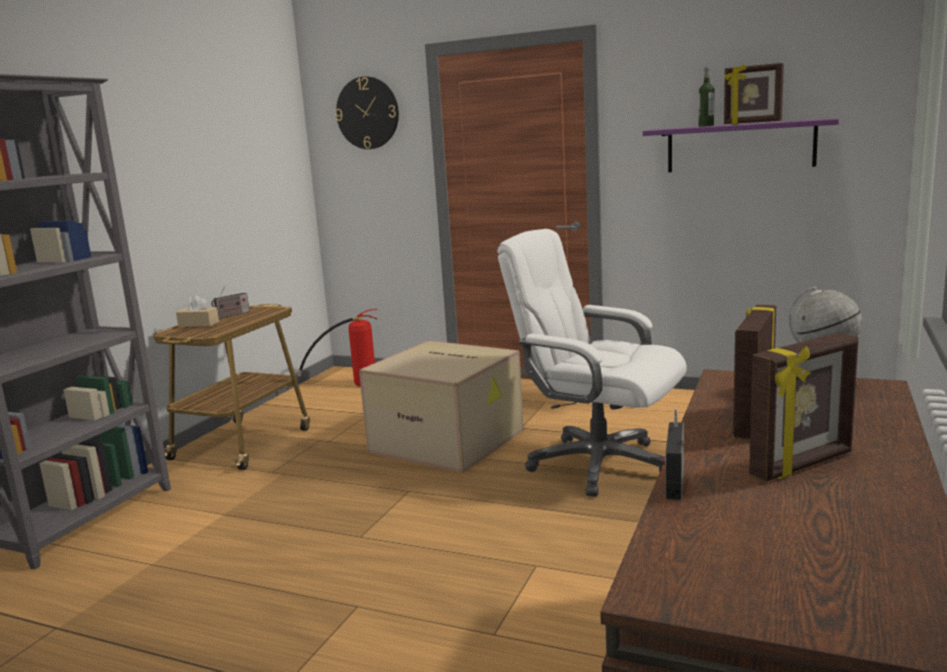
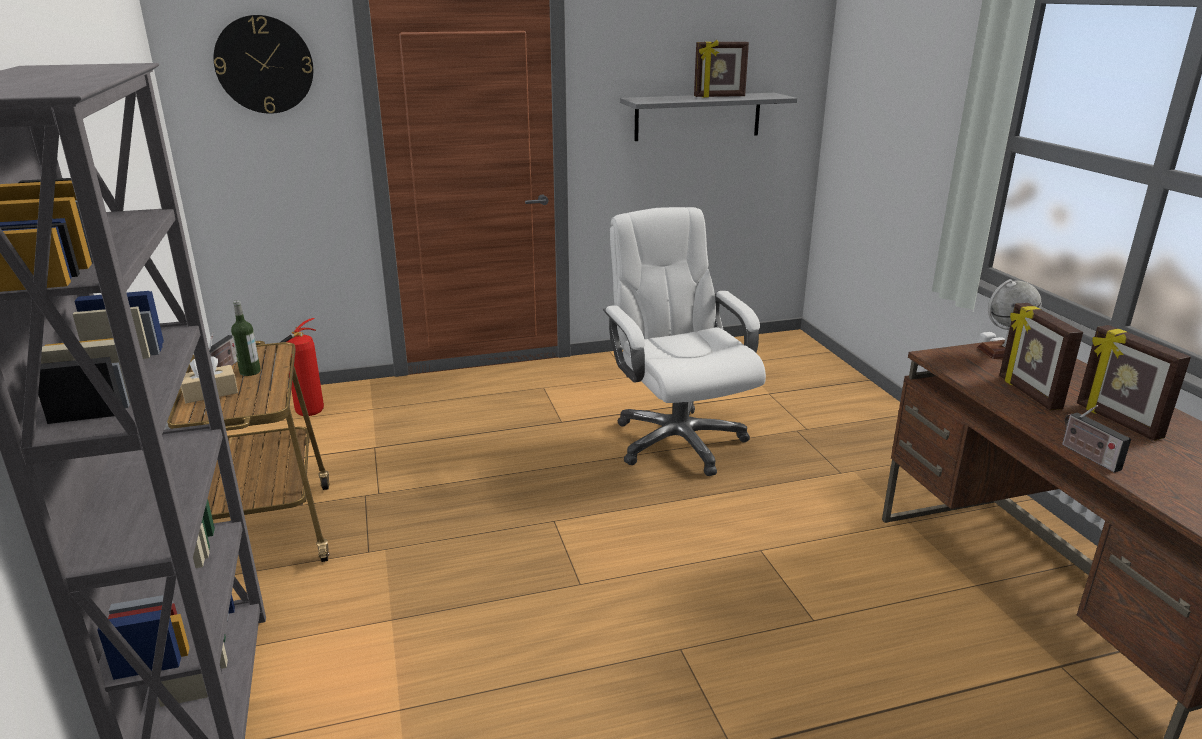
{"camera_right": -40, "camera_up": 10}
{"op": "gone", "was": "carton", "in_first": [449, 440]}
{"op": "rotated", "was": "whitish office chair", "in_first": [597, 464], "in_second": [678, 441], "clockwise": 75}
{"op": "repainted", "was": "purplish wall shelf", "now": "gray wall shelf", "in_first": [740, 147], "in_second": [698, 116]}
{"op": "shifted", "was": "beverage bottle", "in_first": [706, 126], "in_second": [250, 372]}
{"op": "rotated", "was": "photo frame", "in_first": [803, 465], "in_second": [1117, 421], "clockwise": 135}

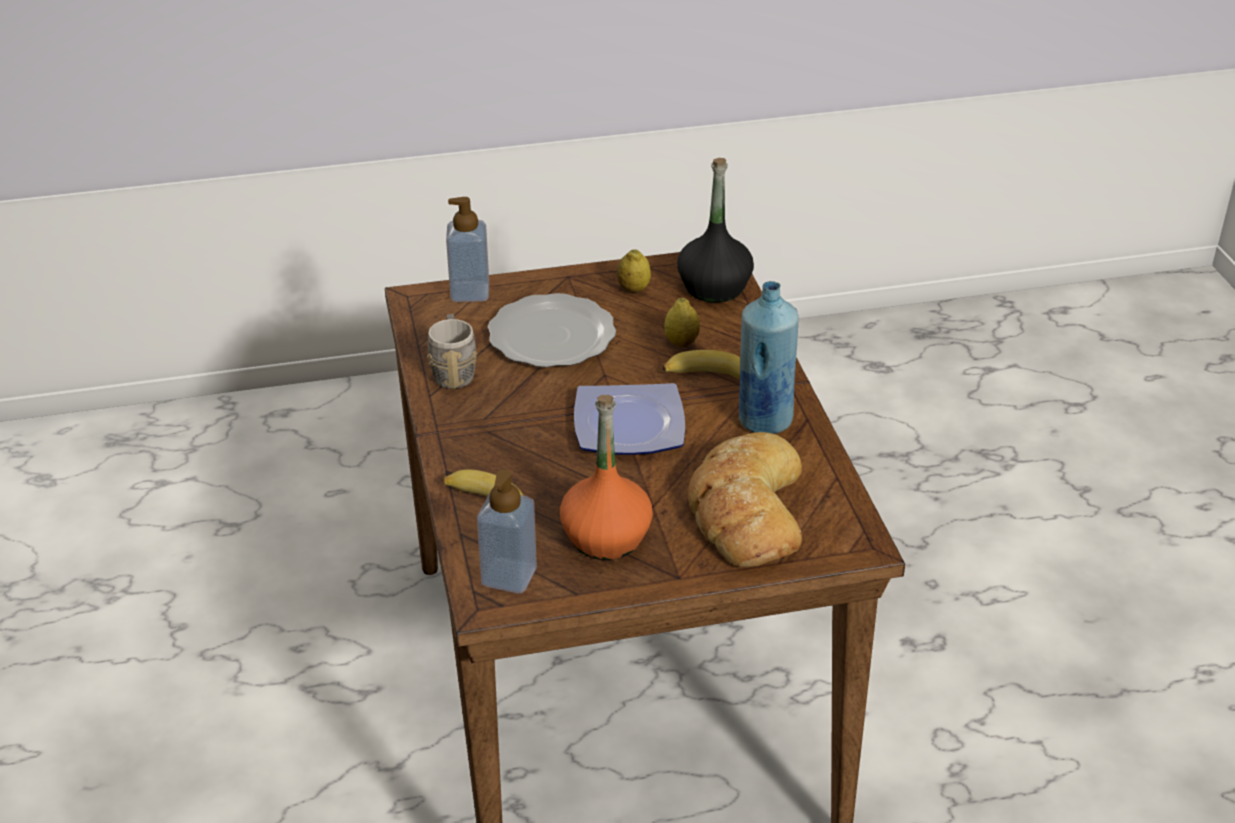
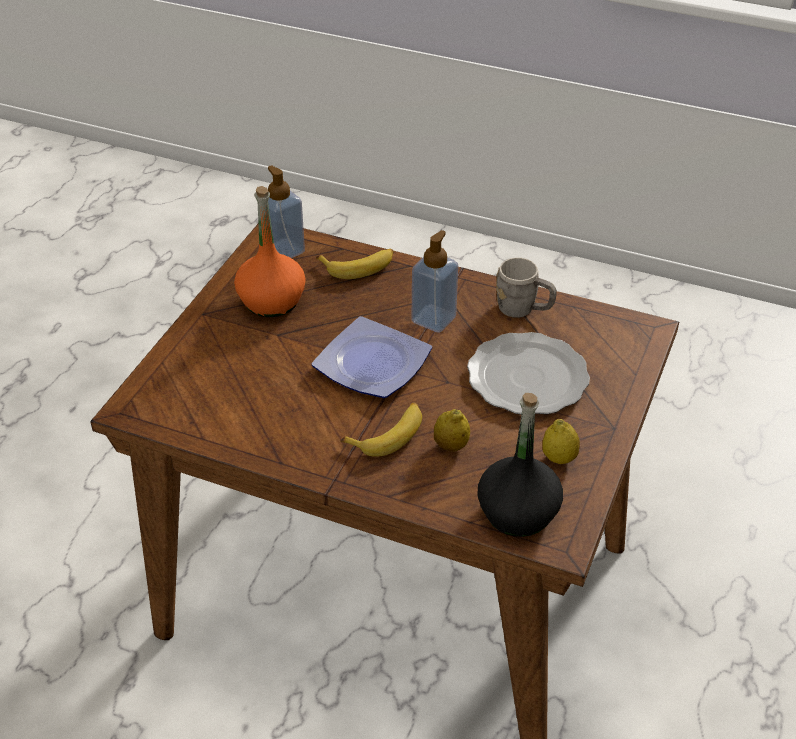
{"camera_right": 125, "camera_up": 5}
{"op": "shifted", "was": "soap dispenser", "in_first": [470, 292], "in_second": [433, 319]}
{"op": "gone", "was": "baked bread", "in_first": [746, 510]}
{"op": "gone", "was": "bluish beverage bottle", "in_first": [764, 420]}

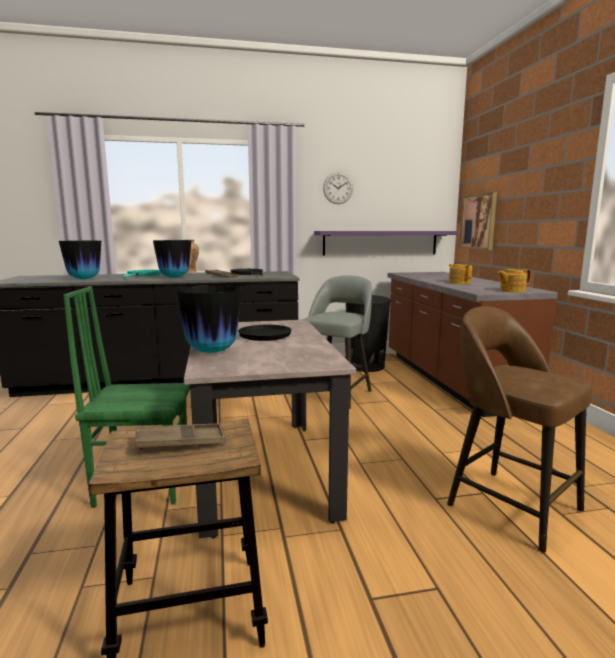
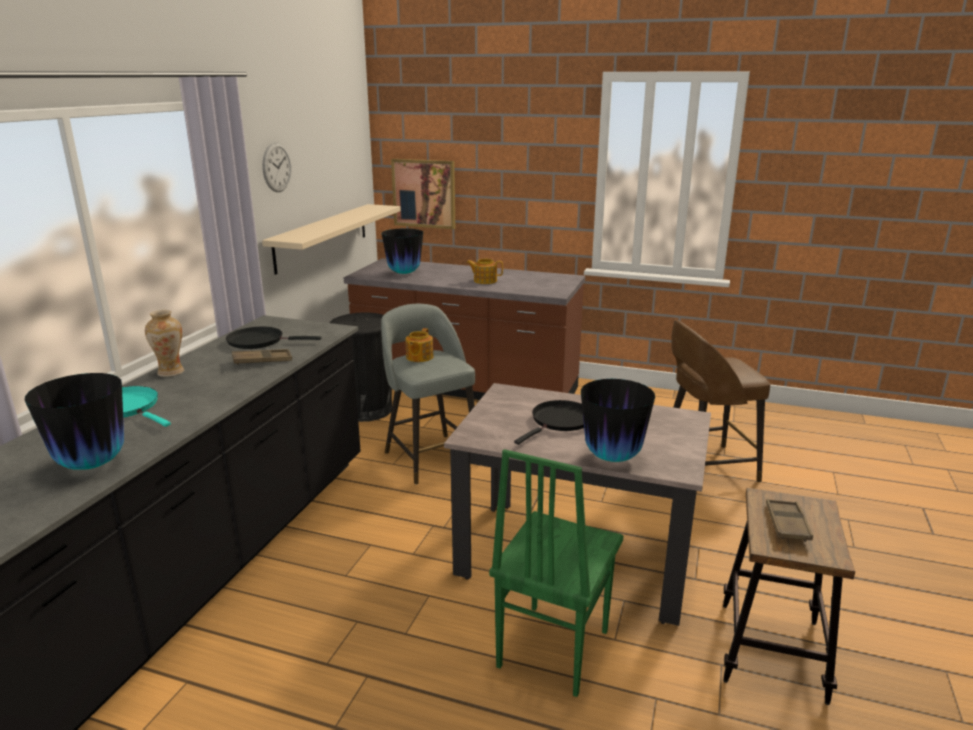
{"camera_right": -60, "camera_up": 10}
{"op": "shifted", "was": "decorative vase", "in_first": [174, 277], "in_second": [404, 273]}
{"op": "repainted", "was": "purplish wall shelf", "now": "sand-coloured wall shelf", "in_first": [380, 243], "in_second": [322, 237]}
{"op": "shifted", "was": "pot for tea", "in_first": [512, 291], "in_second": [419, 357]}

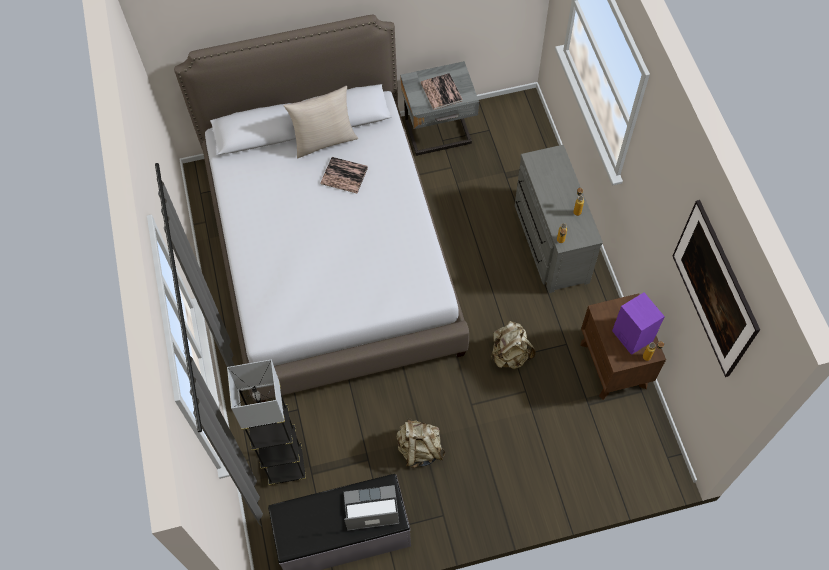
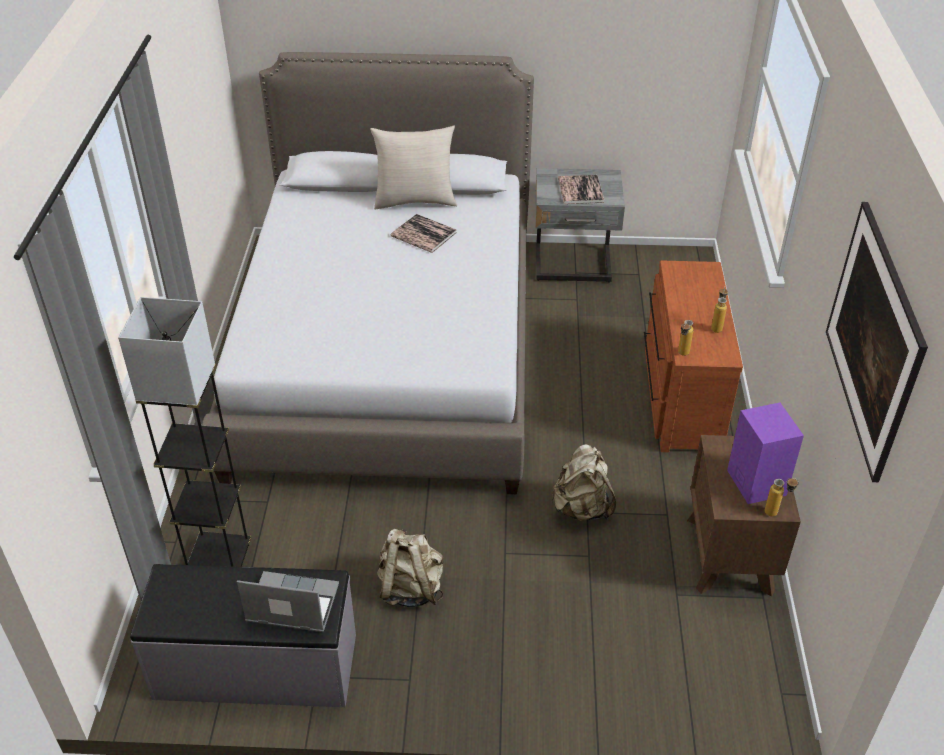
{"camera_right": 15, "camera_up": -20}
{"op": "repainted", "was": "gray dresser", "now": "brown-coloured dresser", "in_first": [548, 241], "in_second": [679, 397]}

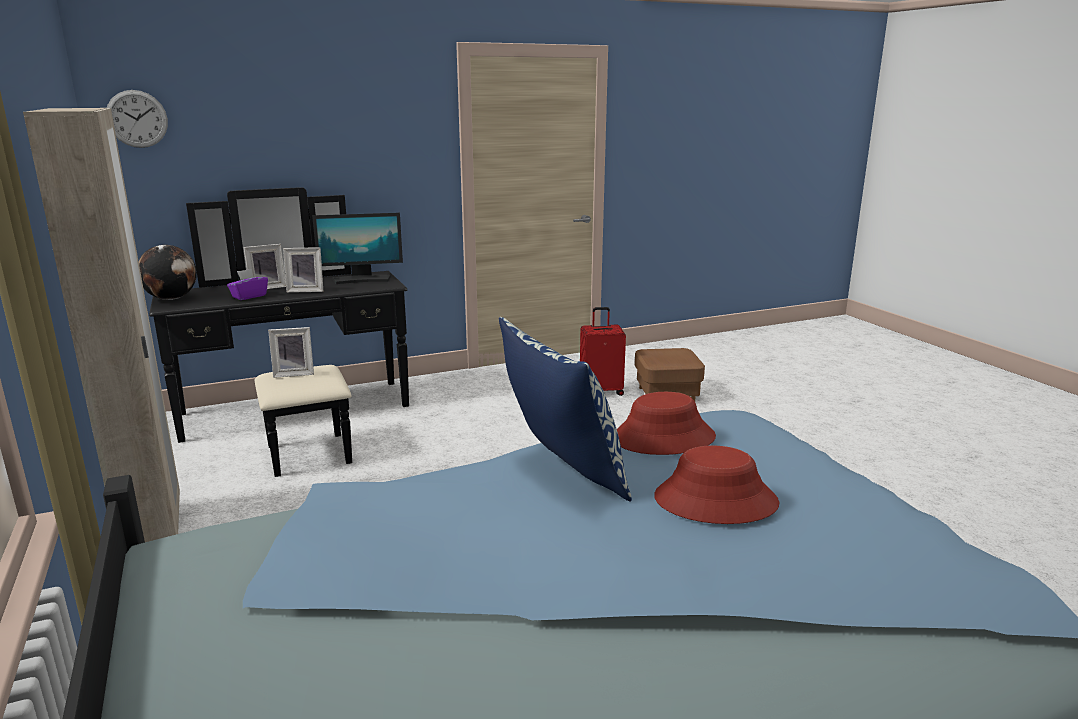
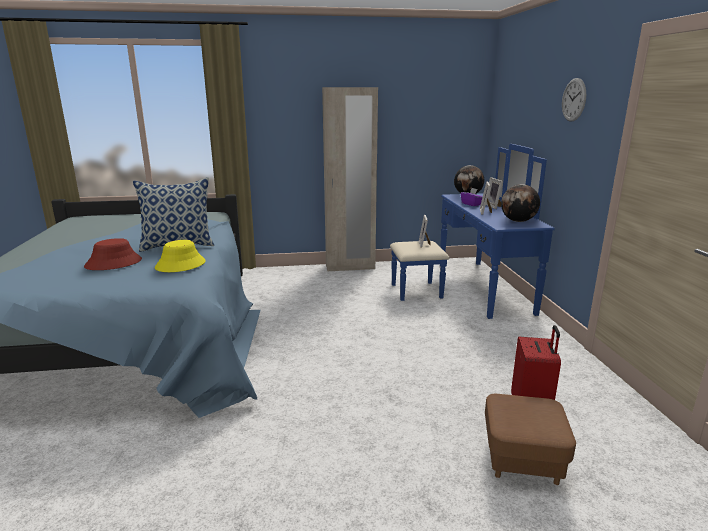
{"camera_right": 105, "camera_up": 0}
{"op": "shifted", "was": "hanging clock", "in_first": [137, 119], "in_second": [573, 100]}
{"op": "repainted", "was": "black dresser", "now": "bluish dresser", "in_first": [299, 419], "in_second": [468, 288]}
{"op": "swapped", "was": "monitor", "now": "globe", "in_first": [362, 279], "in_second": [518, 221]}
{"op": "repainted", "was": "reddish hat", "now": "yellowish hat", "in_first": [663, 438], "in_second": [180, 265]}

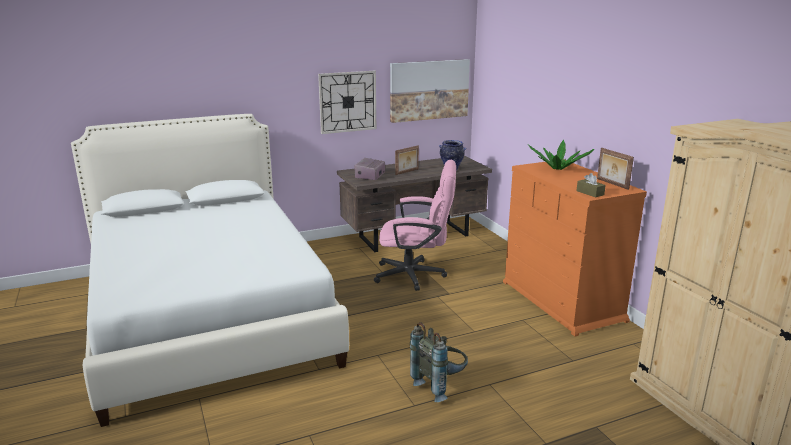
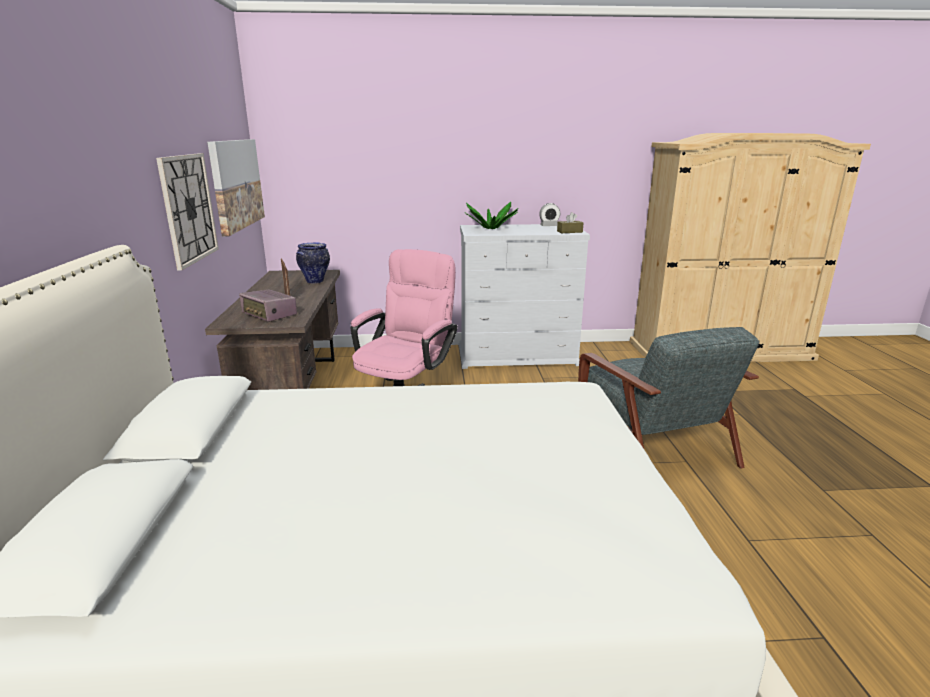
{"camera_right": -70, "camera_up": 0}
{"op": "swapped", "was": "gray rucksack", "now": "gray armchair", "in_first": [440, 385], "in_second": [651, 440]}
{"op": "repainted", "was": "orangey dresser", "now": "whitish dresser", "in_first": [562, 301], "in_second": [517, 355]}
{"op": "swapped", "was": "photo frame", "now": "bedside clock", "in_first": [612, 184], "in_second": [549, 226]}

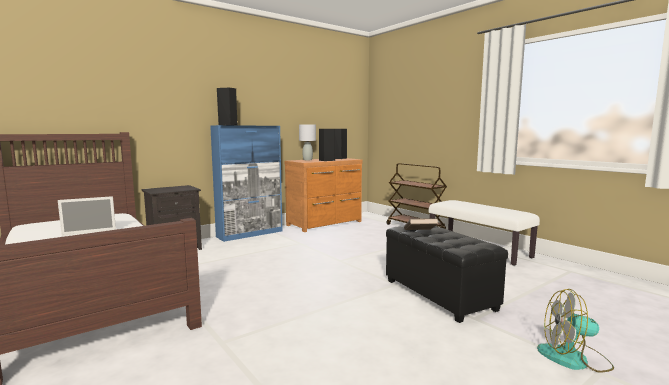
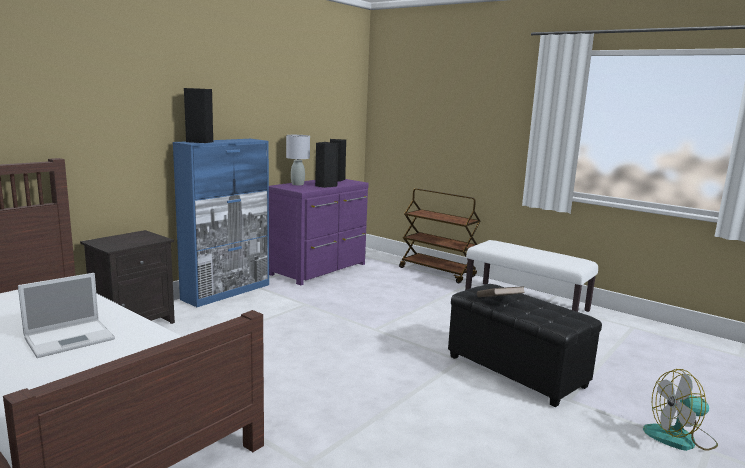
{"camera_right": -15, "camera_up": 5}
{"op": "repainted", "was": "brown-coloured dresser", "now": "purplish dresser", "in_first": [326, 223], "in_second": [320, 269]}

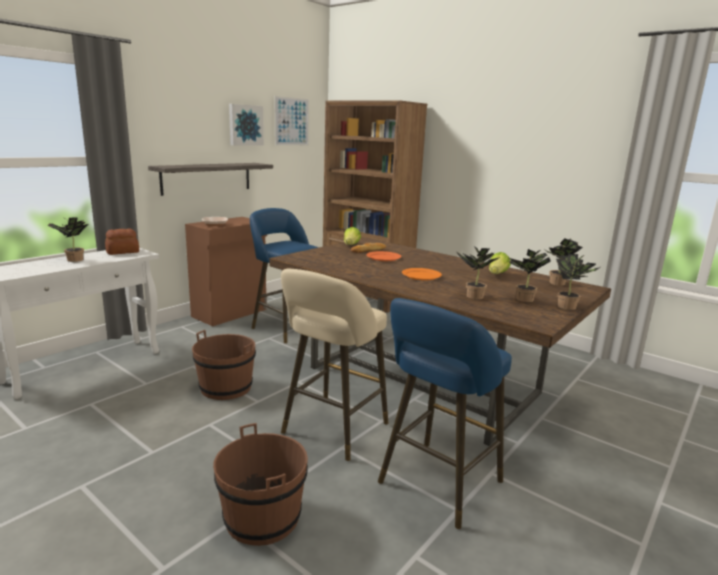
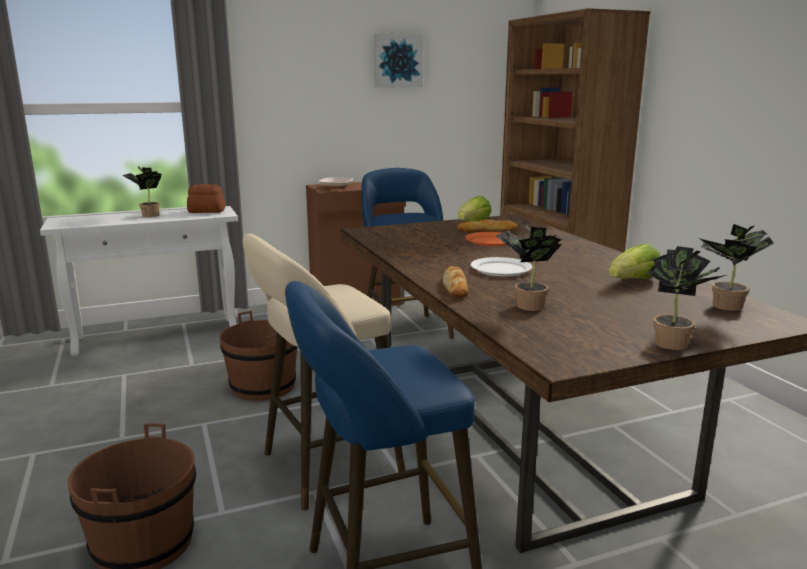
{"camera_right": 30, "camera_up": 0}
{"op": "gone", "was": "wall shelf", "in_first": [207, 178]}
{"op": "gone", "was": "picture", "in_first": [292, 121]}
{"op": "repainted", "was": "orangey plate", "now": "whitish plate", "in_first": [421, 276], "in_second": [500, 269]}
{"op": "gone", "was": "plant in a pot", "in_first": [523, 300]}
{"op": "new", "now": "baked bread", "in_second": [455, 286]}

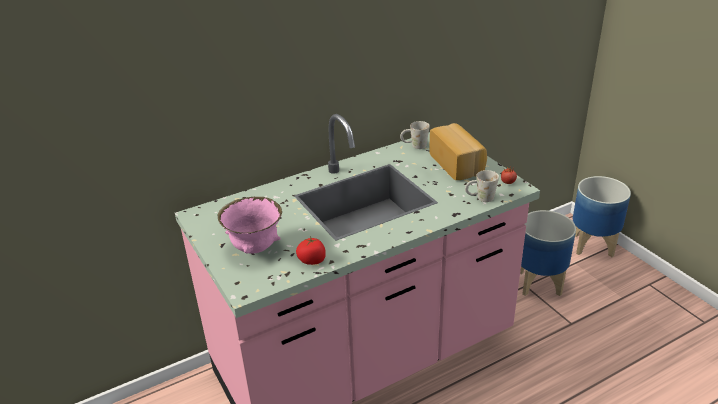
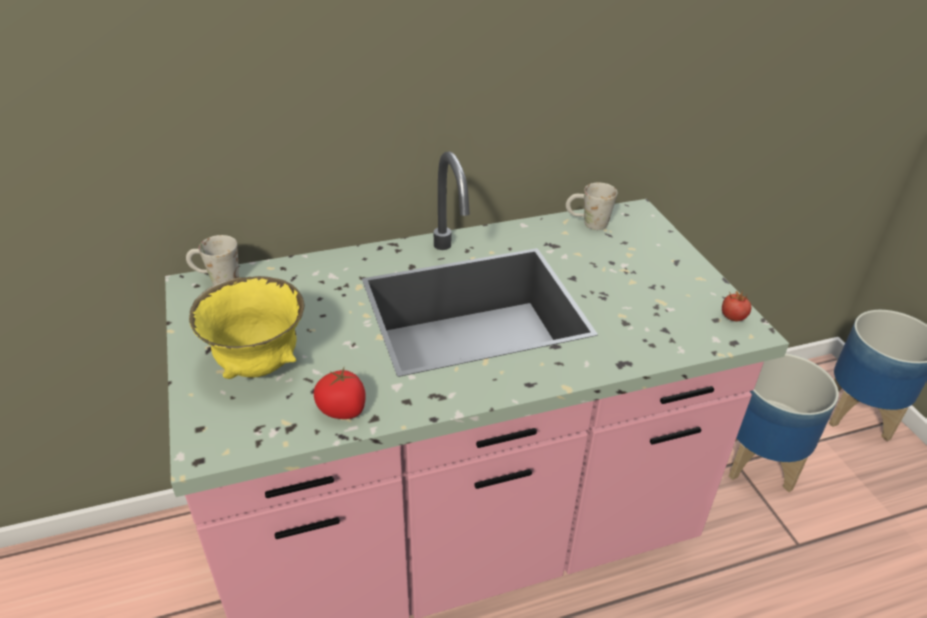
{"camera_right": 10, "camera_up": 5}
{"op": "repainted", "was": "pinkish bowl", "now": "yellowish bowl", "in_first": [255, 248], "in_second": [259, 365]}
{"op": "gone", "was": "baked bread", "in_first": [458, 164]}
{"op": "shifted", "was": "whitish mug", "in_first": [480, 198], "in_second": [216, 280]}

